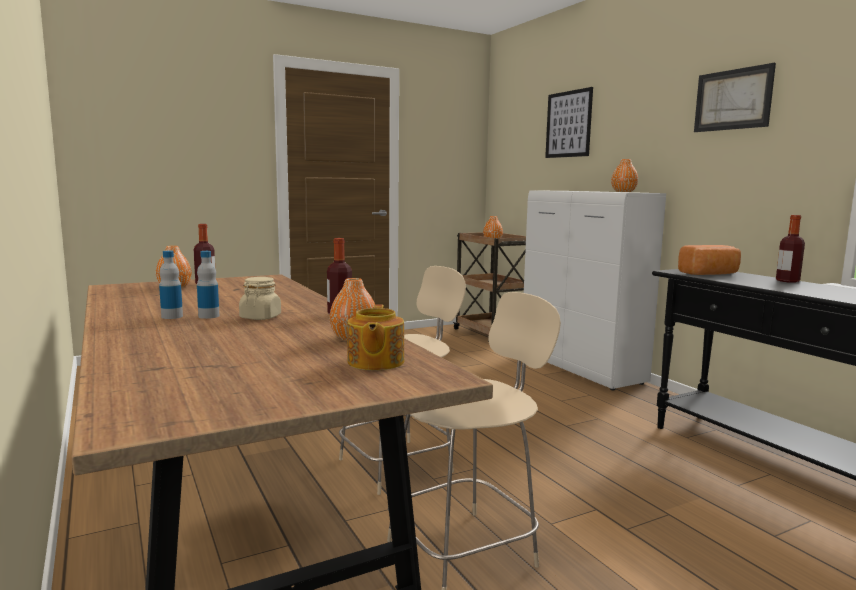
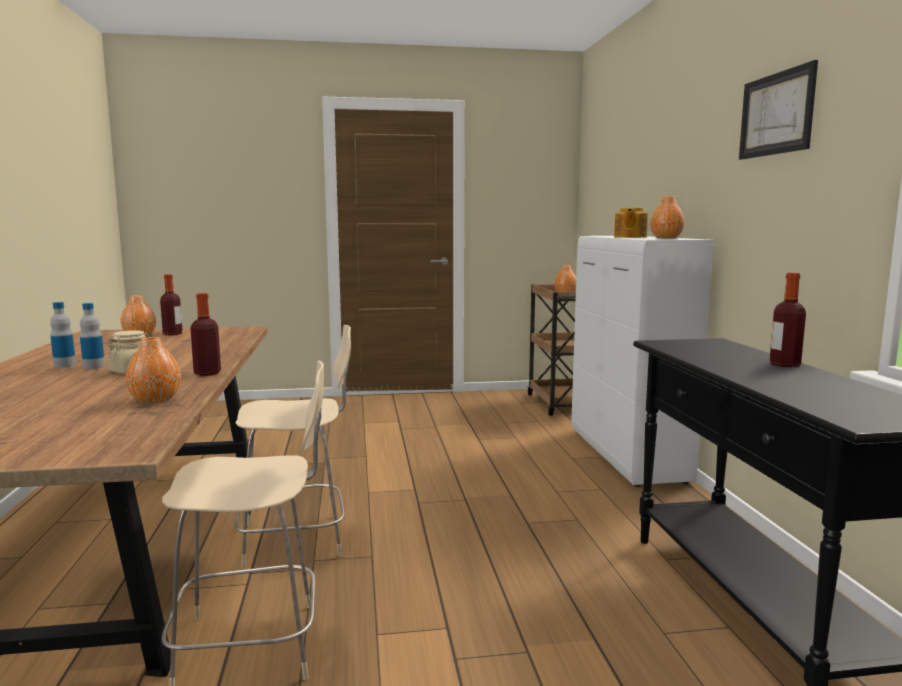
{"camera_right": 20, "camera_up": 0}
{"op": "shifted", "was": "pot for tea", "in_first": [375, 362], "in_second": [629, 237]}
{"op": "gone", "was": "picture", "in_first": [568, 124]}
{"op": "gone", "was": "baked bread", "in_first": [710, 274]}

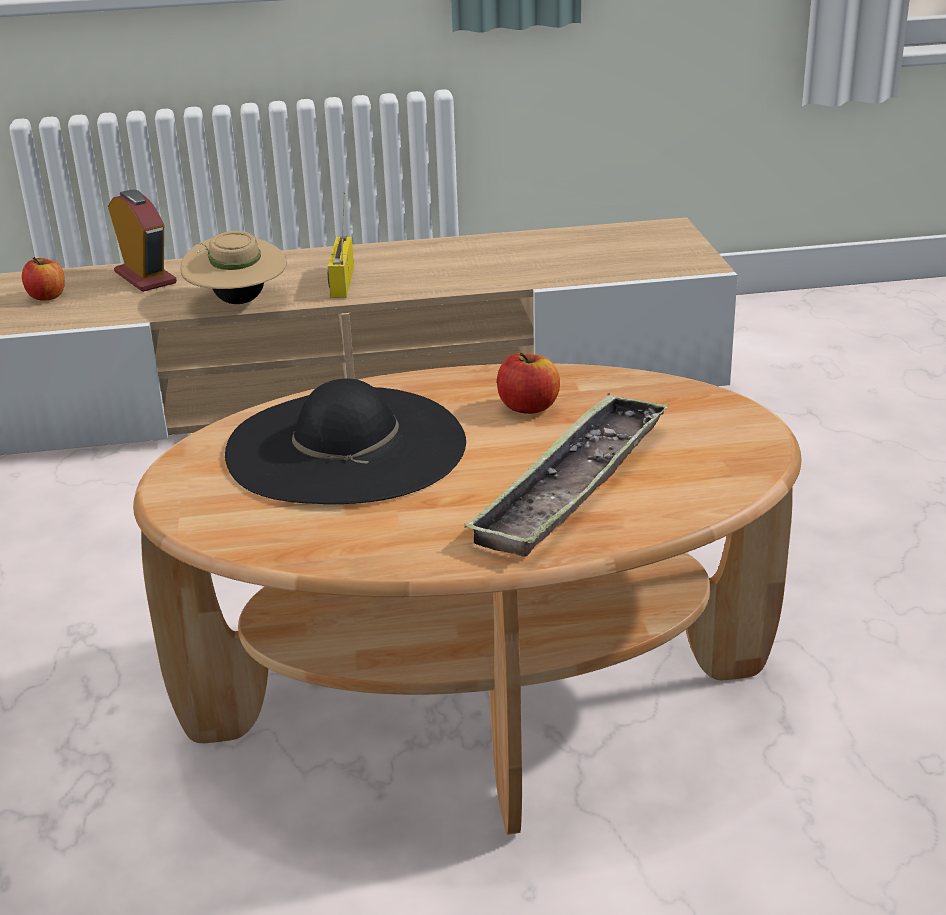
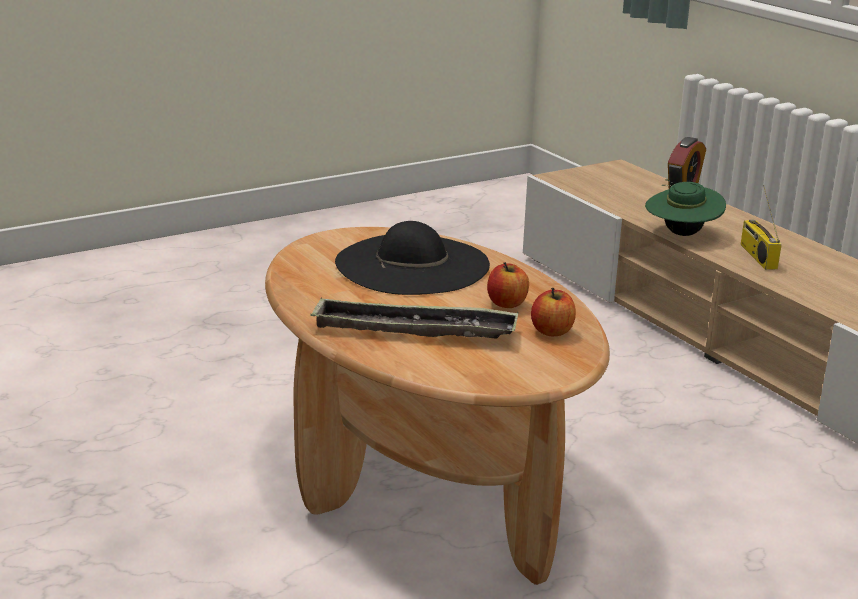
{"camera_right": 65, "camera_up": -5}
{"op": "shifted", "was": "whole apple", "in_first": [47, 297], "in_second": [552, 331]}
{"op": "repainted", "was": "sand-coloured hat", "now": "green hat", "in_first": [238, 302], "in_second": [681, 233]}
{"op": "rotated", "was": "radio receiver", "in_first": [341, 281], "in_second": [757, 256], "clockwise": -75}

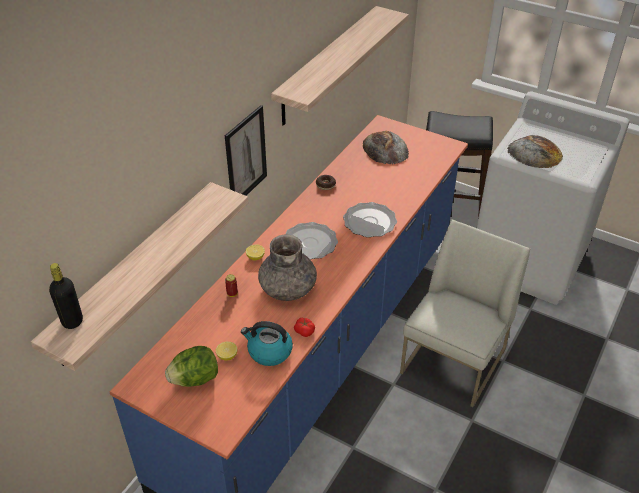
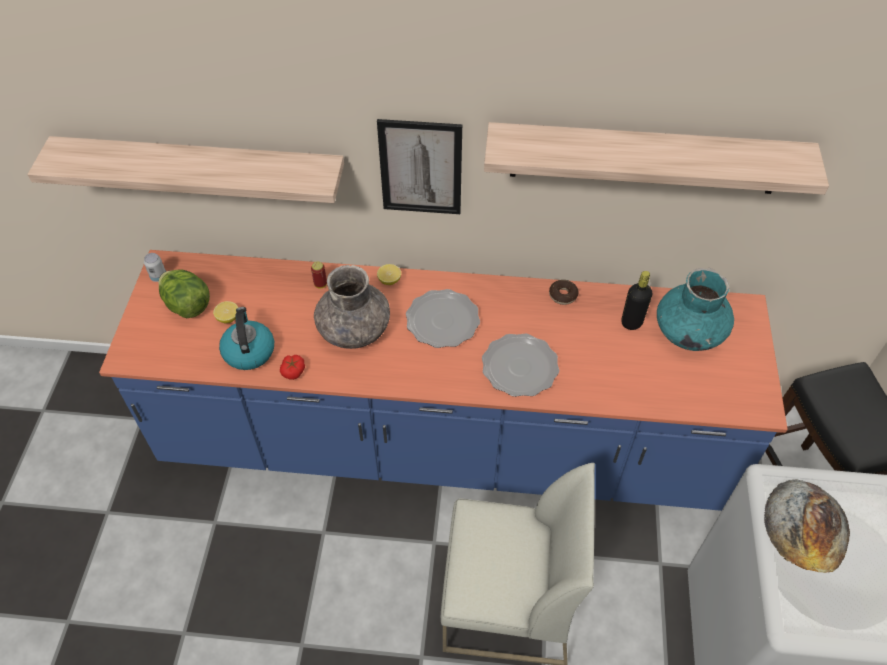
{"camera_right": 65, "camera_up": 10}
{"op": "shifted", "was": "black beverage bottle", "in_first": [72, 321], "in_second": [631, 322]}
{"op": "swapped", "was": "baked bread", "now": "turquoise decorative vase", "in_first": [385, 149], "in_second": [688, 331]}
{"op": "new", "now": "metal can", "in_second": [158, 277]}

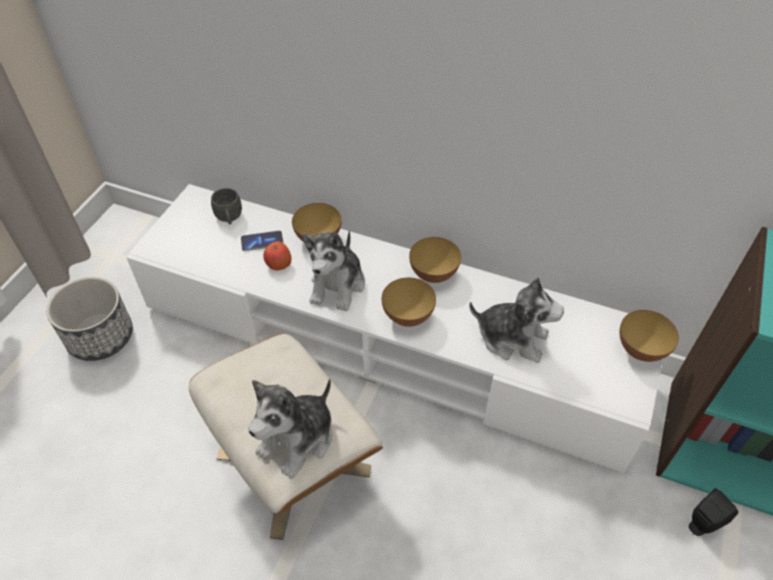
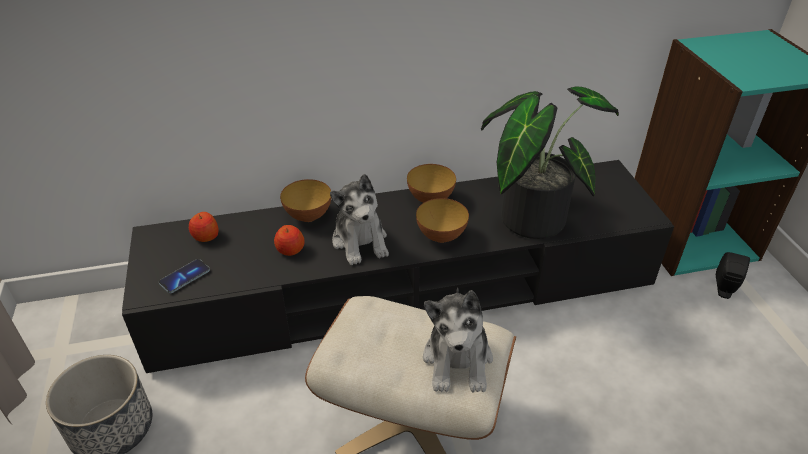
{"camera_right": -35, "camera_up": -10}
{"op": "repainted", "was": "whitish tv stand", "now": "black tv stand", "in_first": [387, 342], "in_second": [405, 288]}
{"op": "swapped", "was": "gray mug", "now": "whole apple", "in_first": [229, 218], "in_second": [205, 236]}
{"op": "shifted", "was": "telephone", "in_first": [262, 242], "in_second": [185, 277]}
{"op": "swapped", "was": "cuddly toy", "now": "plant in a pot", "in_first": [512, 338], "in_second": [531, 214]}
{"op": "gone", "was": "bowl", "in_first": [640, 350]}

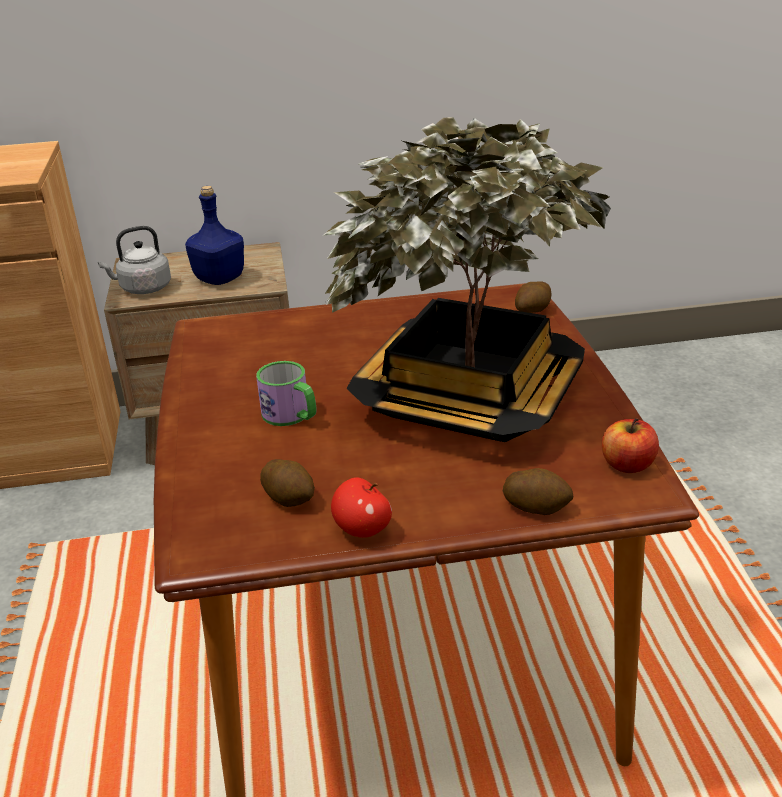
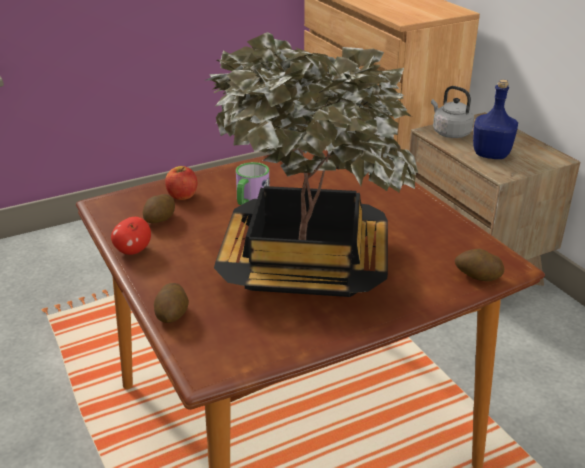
{"camera_right": 70, "camera_up": 0}
{"op": "shifted", "was": "whole apple", "in_first": [627, 465], "in_second": [182, 195]}

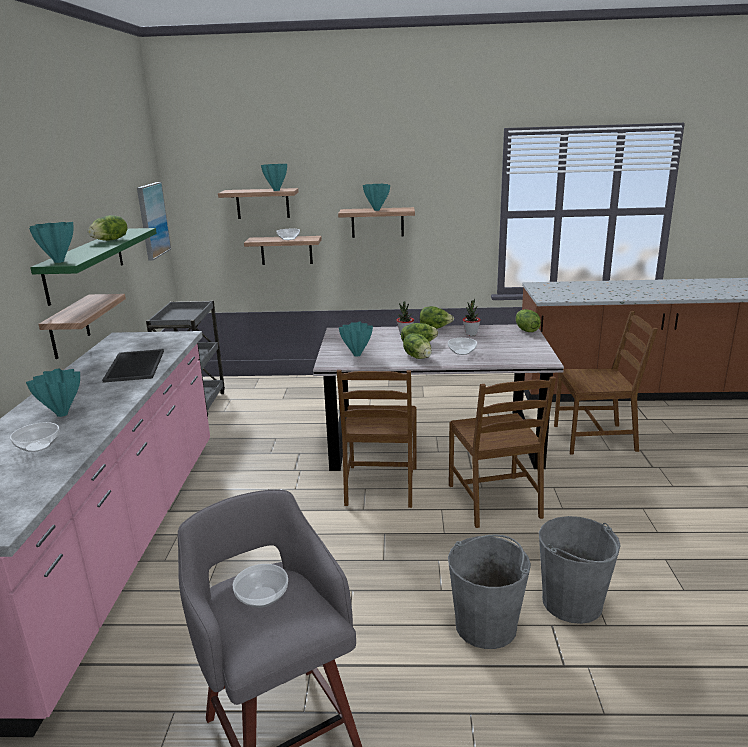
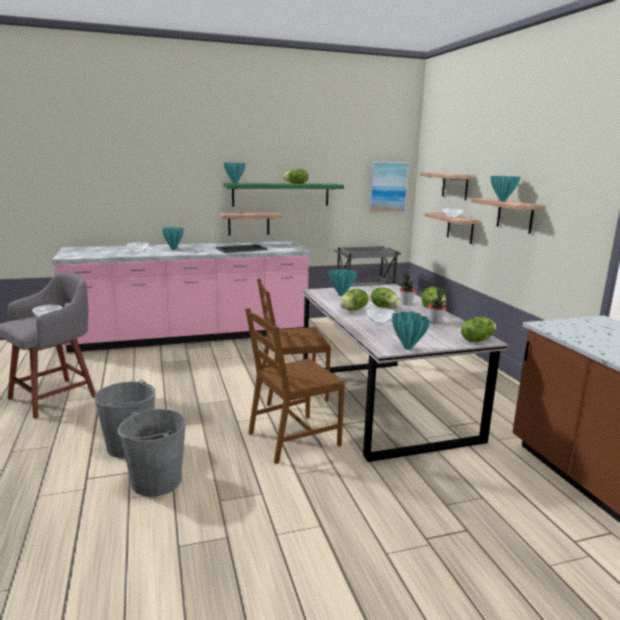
{"camera_right": 70, "camera_up": -5}
{"op": "shifted", "was": "turquoise decorative vase", "in_first": [276, 190], "in_second": [407, 348]}
{"op": "gone", "was": "brown-coloured chair", "in_first": [595, 438]}

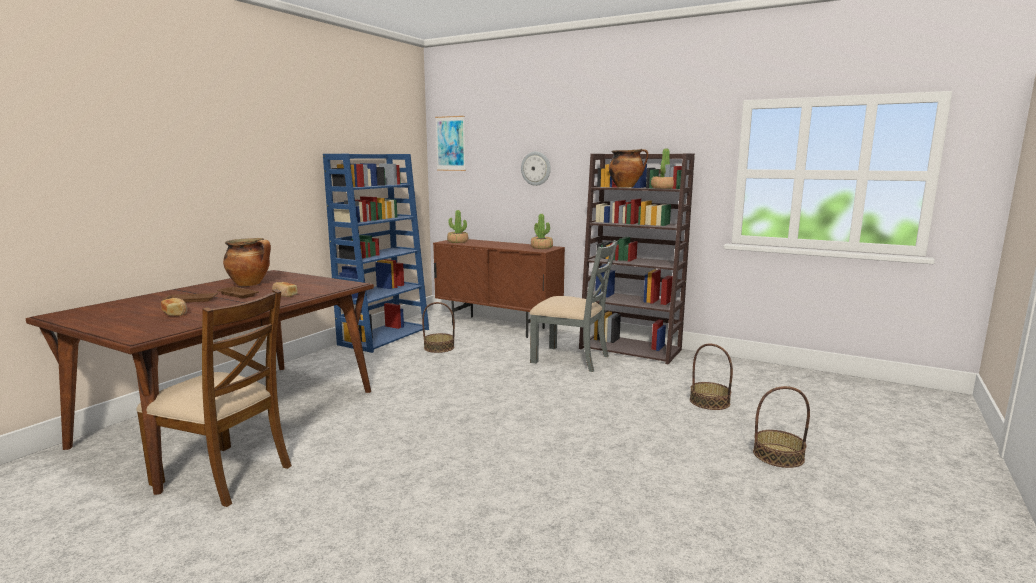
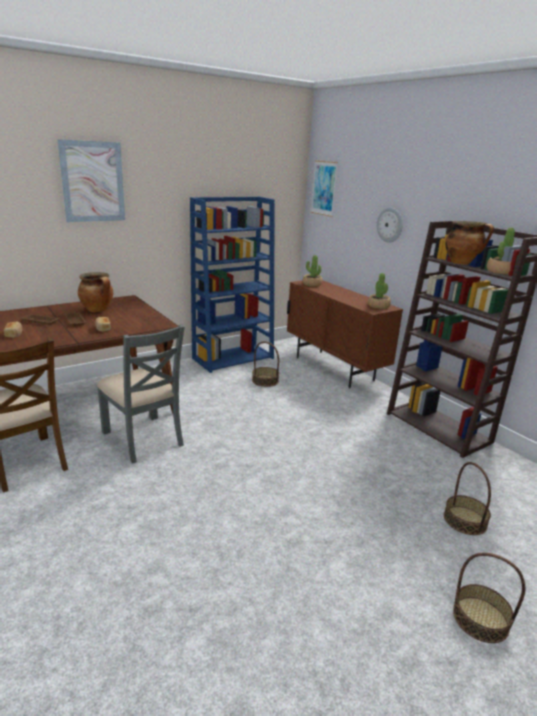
{"camera_right": 25, "camera_up": 10}
{"op": "shifted", "was": "gray chair", "in_first": [571, 359], "in_second": [143, 438]}
{"op": "new", "now": "picture", "in_second": [93, 182]}

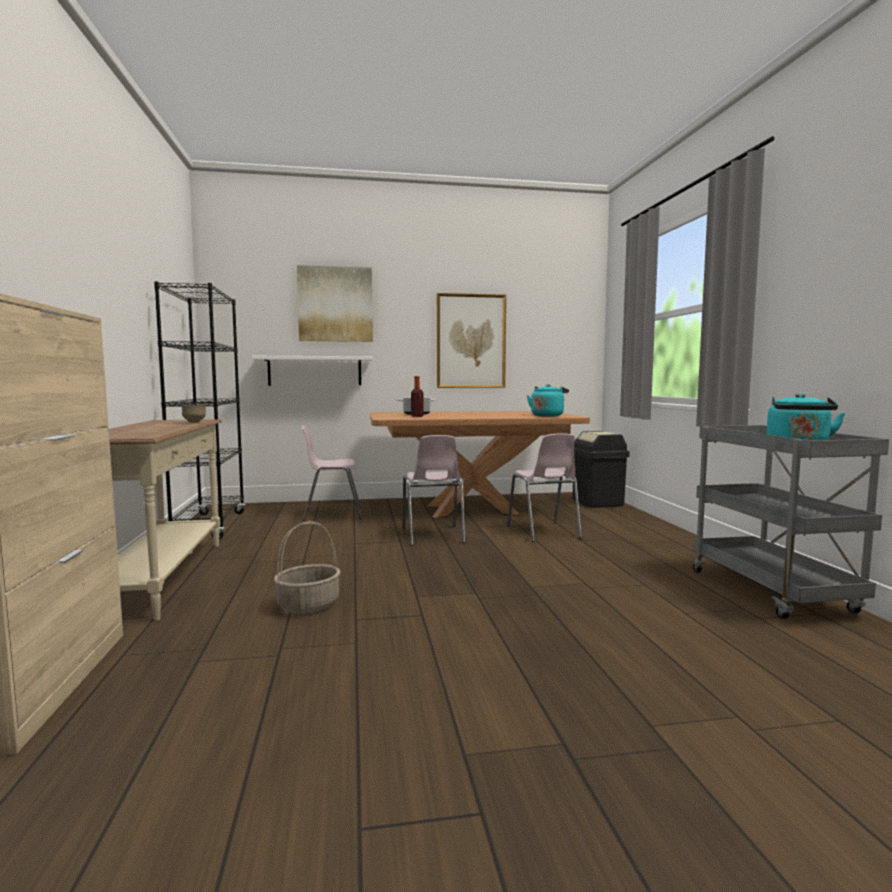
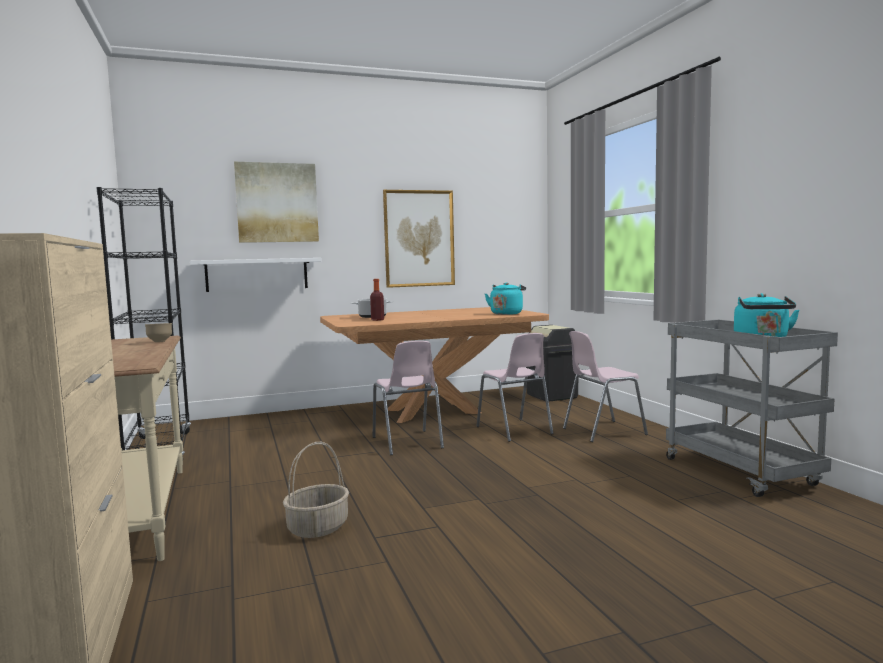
{"camera_right": -10, "camera_up": 0}
{"op": "shifted", "was": "pinkish chair", "in_first": [332, 514], "in_second": [602, 431]}

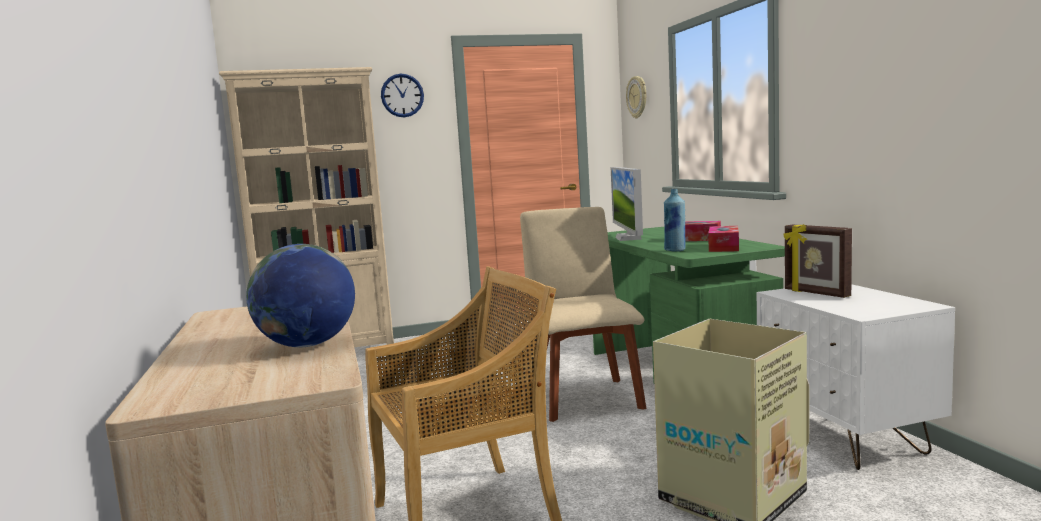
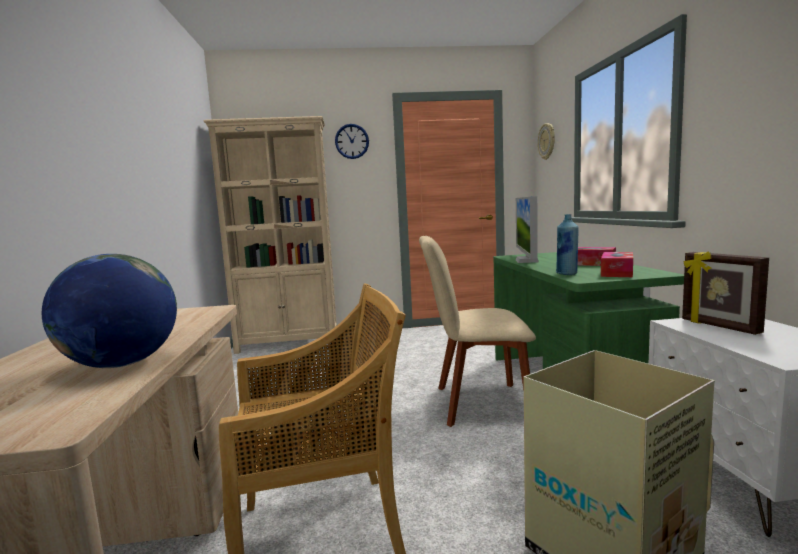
{"camera_right": 10, "camera_up": 0}
{"op": "rotated", "was": "sand-coloured chair", "in_first": [584, 397], "in_second": [476, 403], "clockwise": -90}

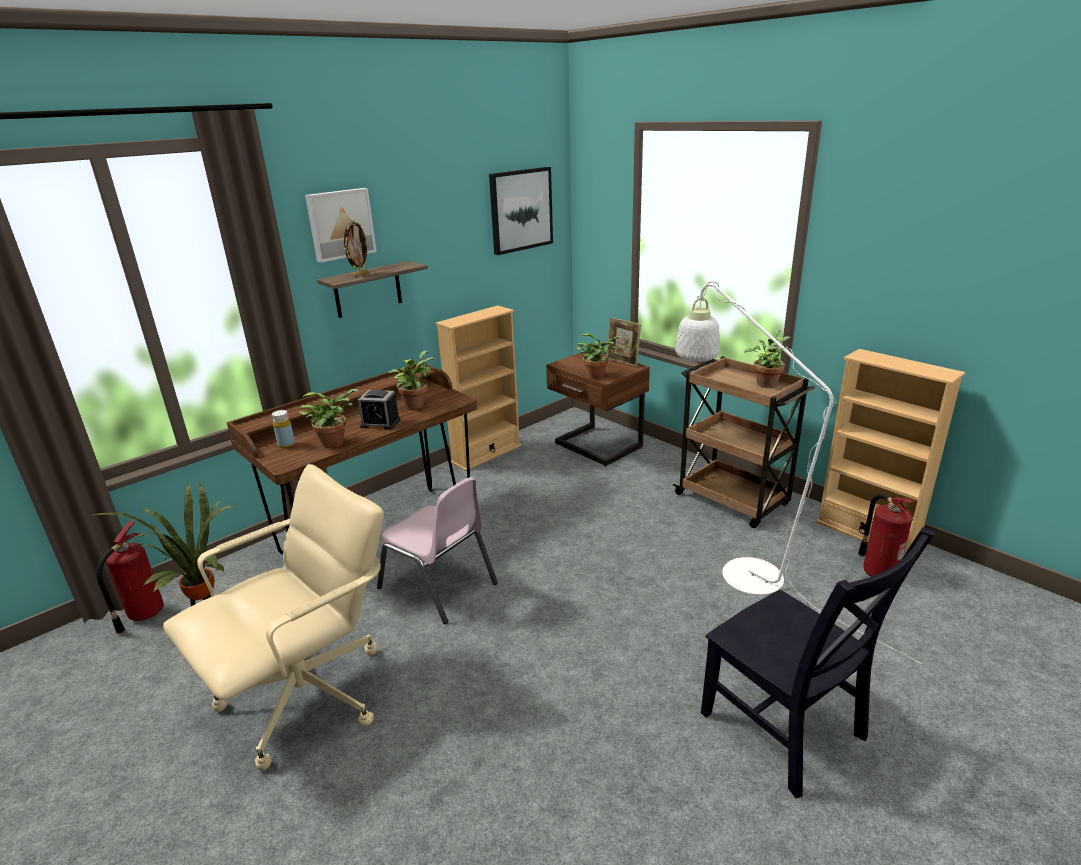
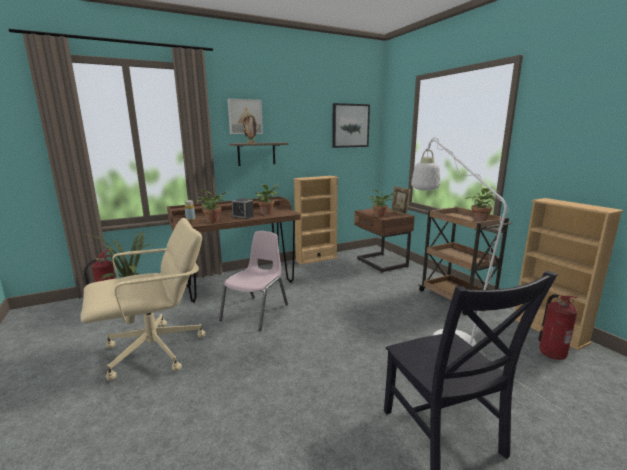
{"camera_right": 15, "camera_up": -10}
{"op": "rotated", "was": "pinkish chair", "in_first": [438, 586], "in_second": [256, 312], "clockwise": -120}

